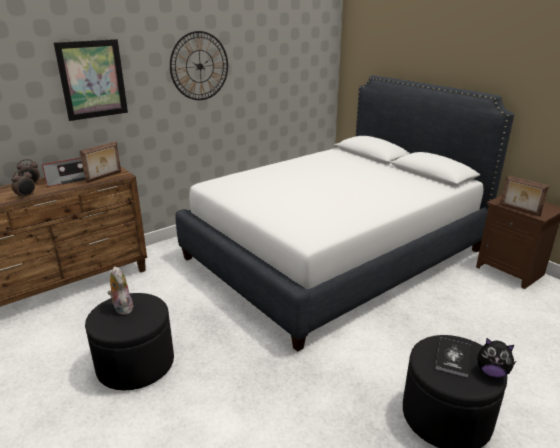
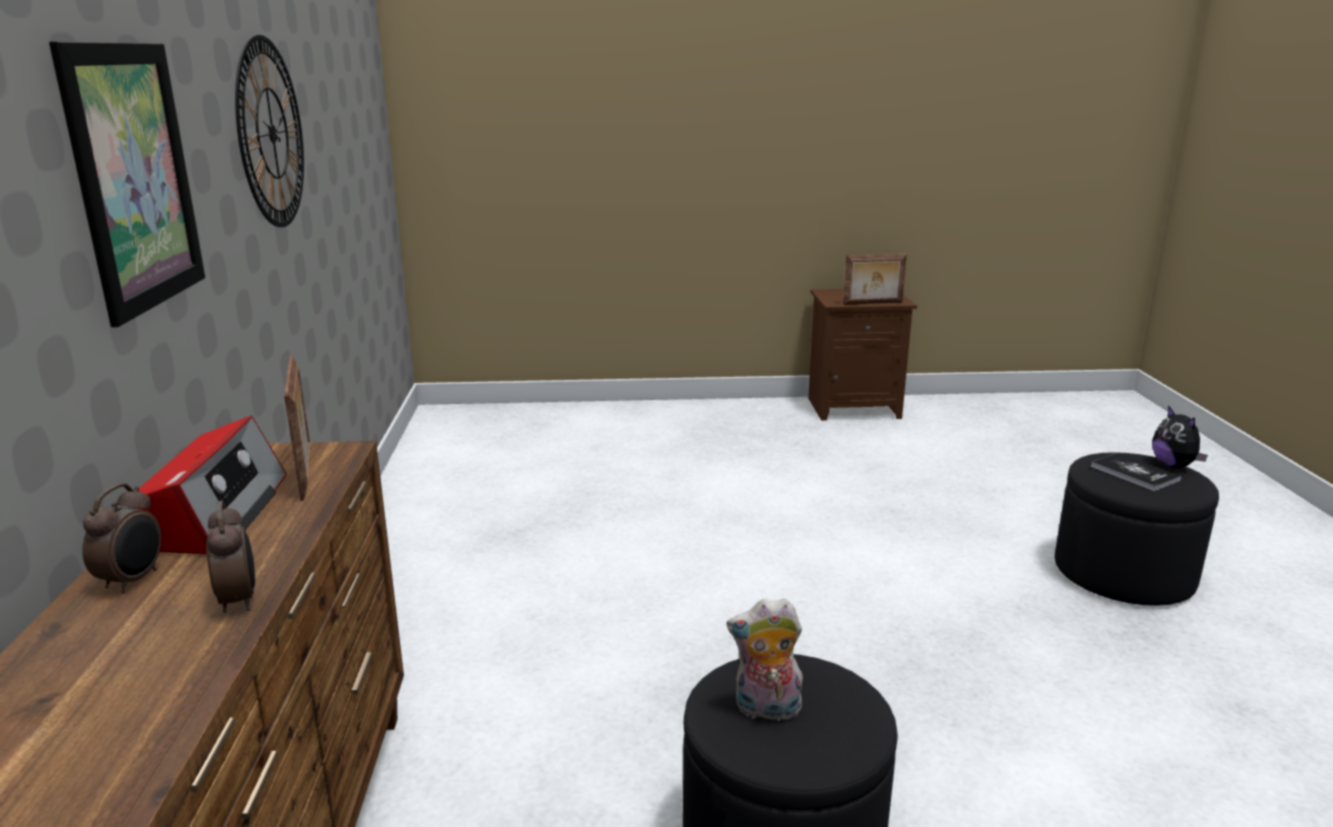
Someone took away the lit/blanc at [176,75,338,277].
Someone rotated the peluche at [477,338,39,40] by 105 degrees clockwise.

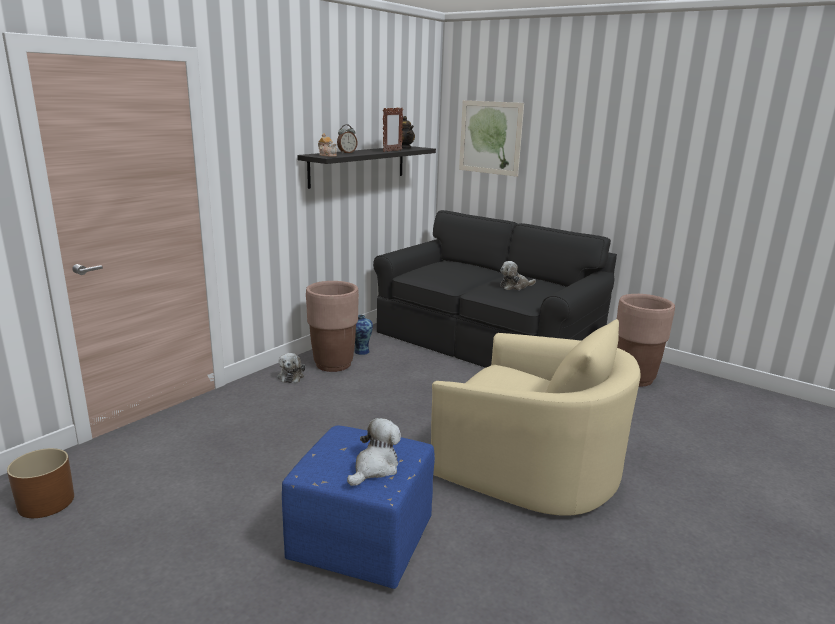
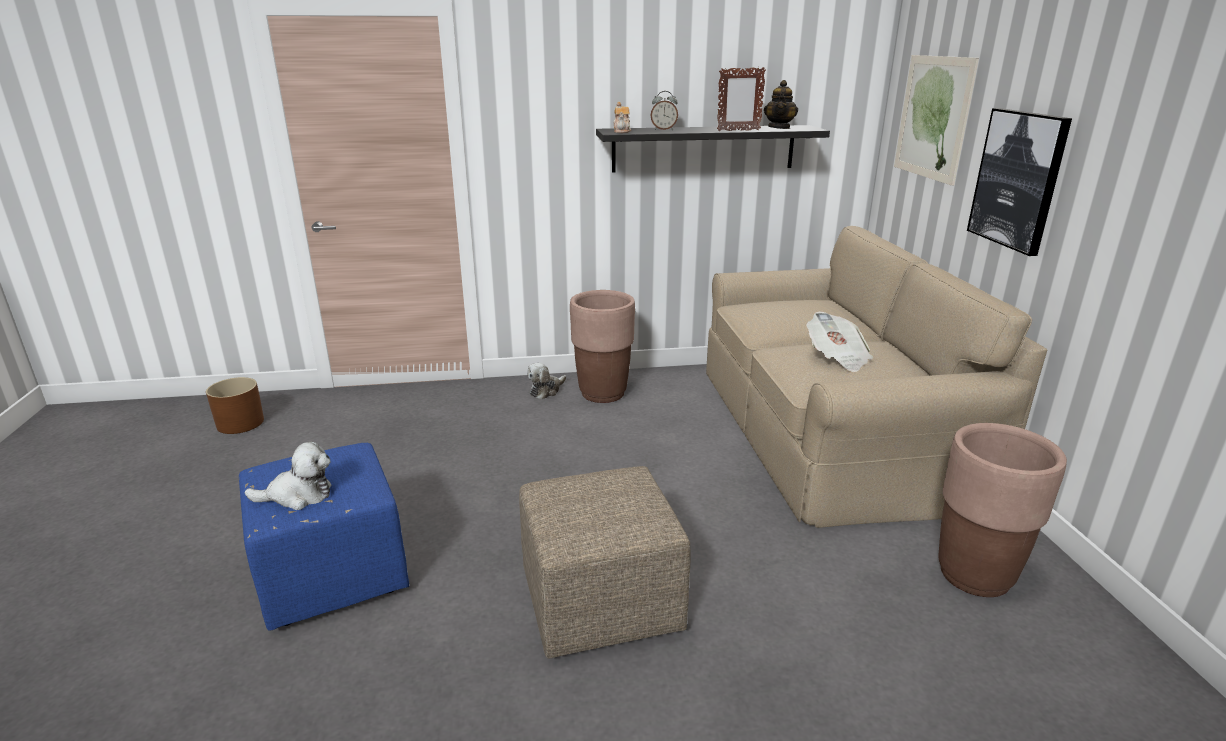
Someone repainted the canapé/noir at [373,210,244,158], which became the canapé/beige at [706,226,341,302].
Someone swapped the peluche at [500,261,36,29] for the journal at [806,311,67,61].
Someone took away the vase at [355,315,18,40].
Someone swapped the fauteuil/beige at [431,319,209,197] for the pouf/beige at [519,466,172,193].
Someone put up the tableau at [967,108,105,148].

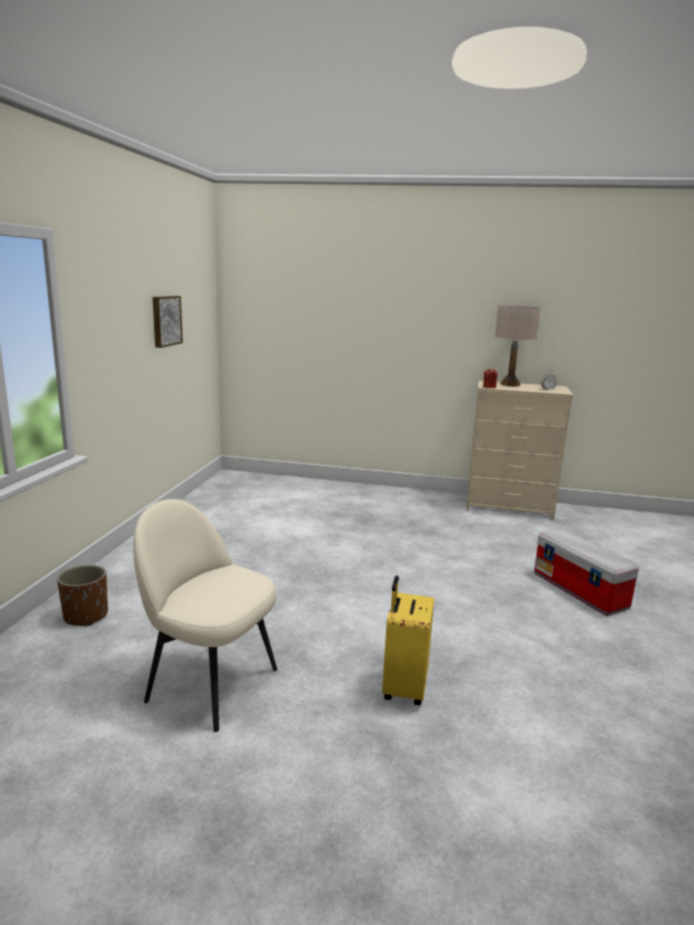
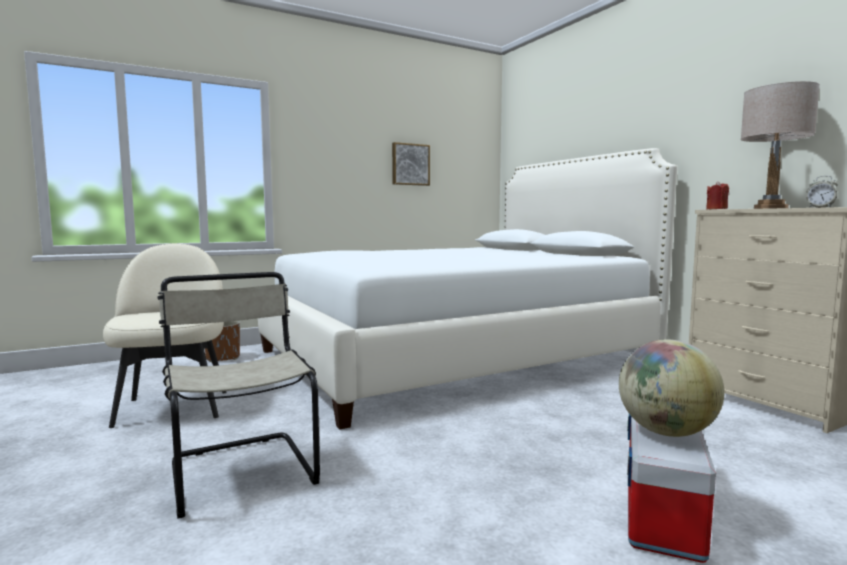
Someone swapped the valise/jaune at [382,576,52,129] for the chaise/beige at [157,272,163,246].
Someone put down the lit/blanc at [258,148,419,281].
Someone put down the globe at [619,339,105,98].

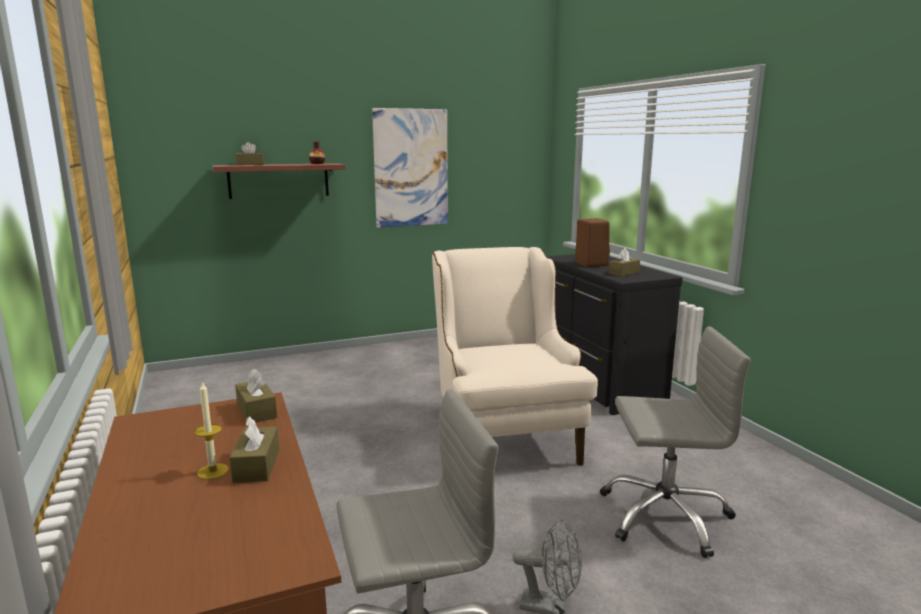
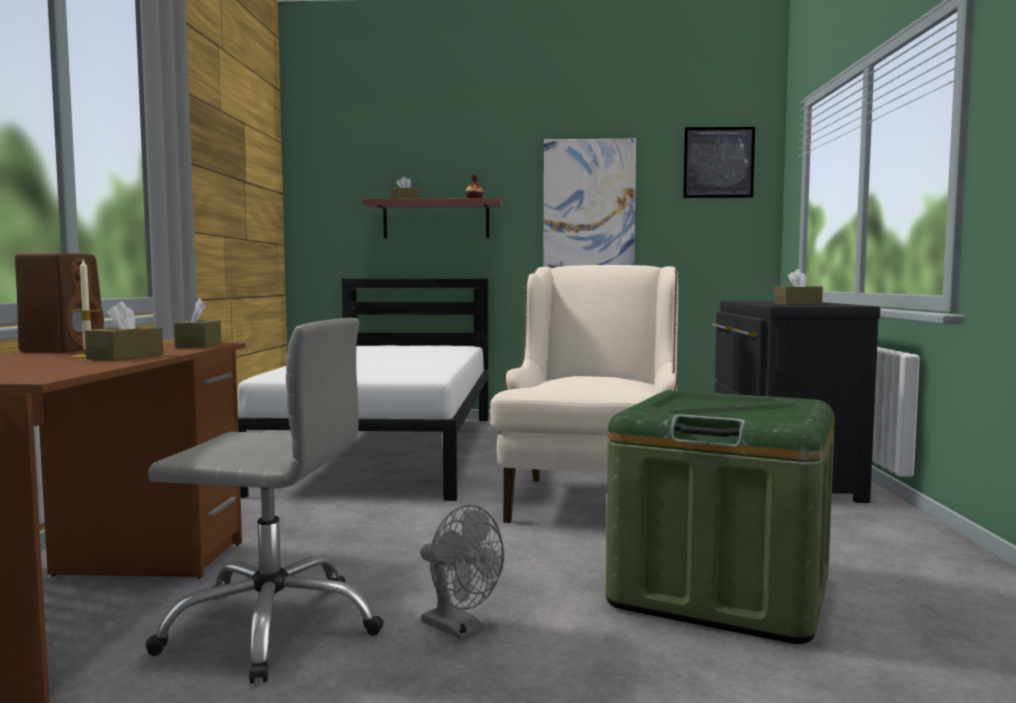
Someone carried the enceinte/marron from [575,218,35,49] to [15,253,89,99].
Someone swapped the chaise de bureau/gris at [600,326,151,232] for the boîte de rangement/vert at [606,390,229,254].
Someone put up the tableau at [683,127,72,71].
Someone put down the lit/blanc at [238,279,250,222].

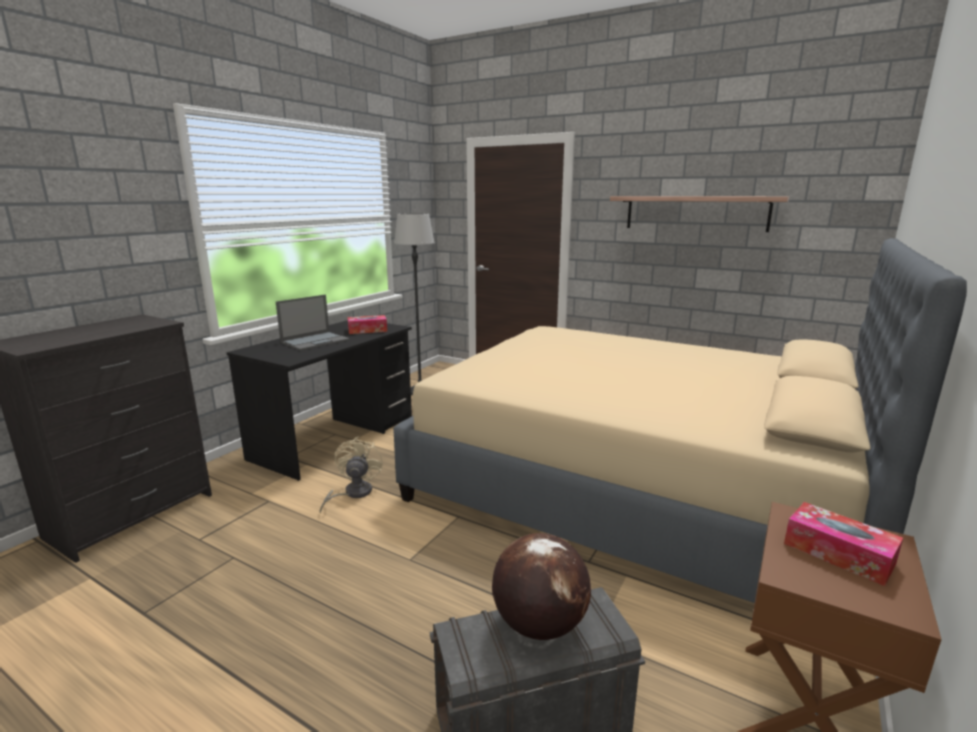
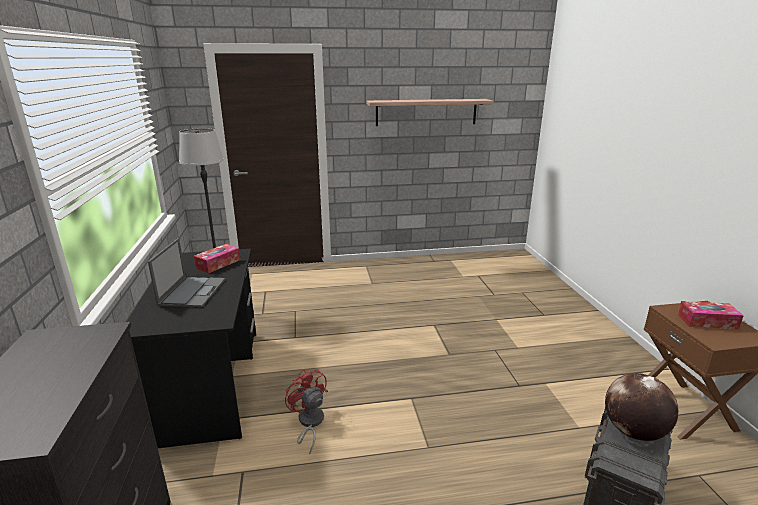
Someone took away the lit/beige at [393,238,574,365].
Someone repainted the ventilateur/beige at [320,436,63,78], which became the ventilateur/rouge at [285,369,43,86].

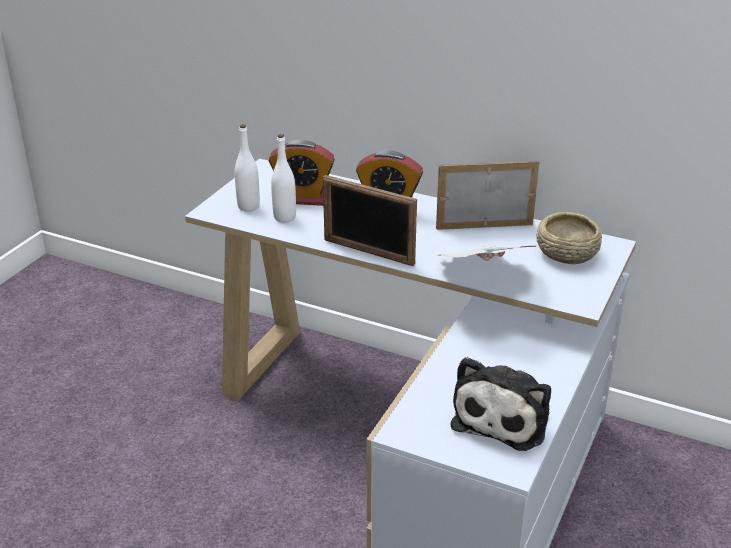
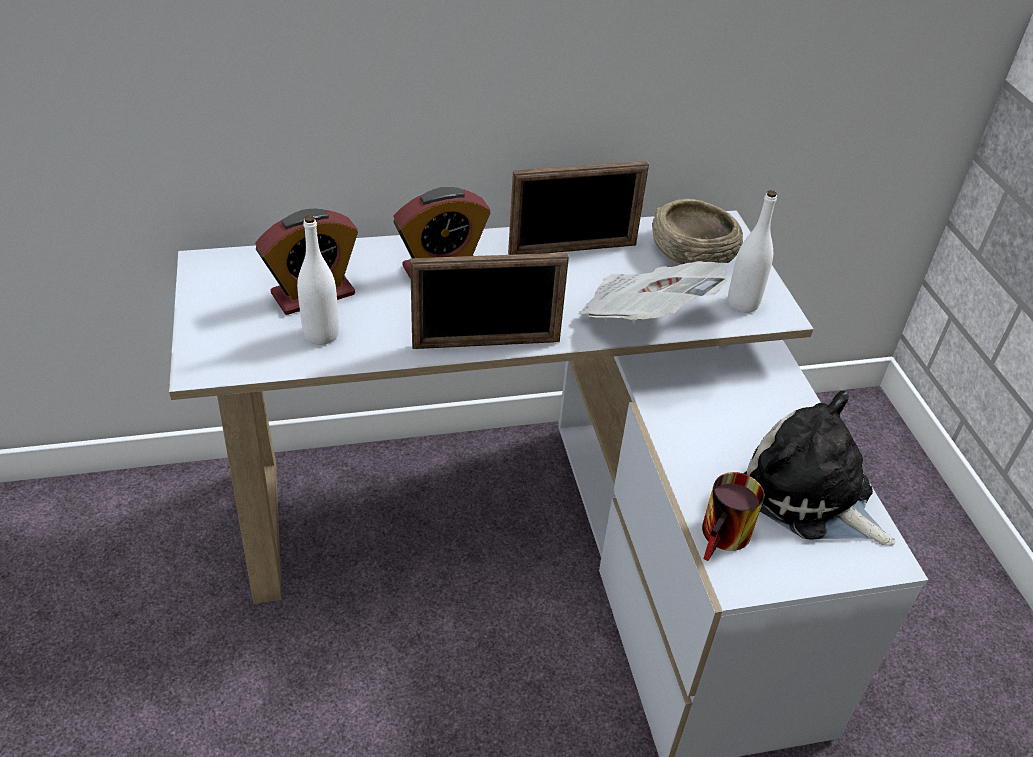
Someone carried the bouteille/blanc from [235,124,25,88] to [728,190,49,123].
Someone rotated the cadre photo at [436,161,103,69] by 150 degrees counterclockwise.
Someone rotated the peluche at [451,357,100,94] by 150 degrees clockwise.
Someone put down the mug at [702,472,62,89].

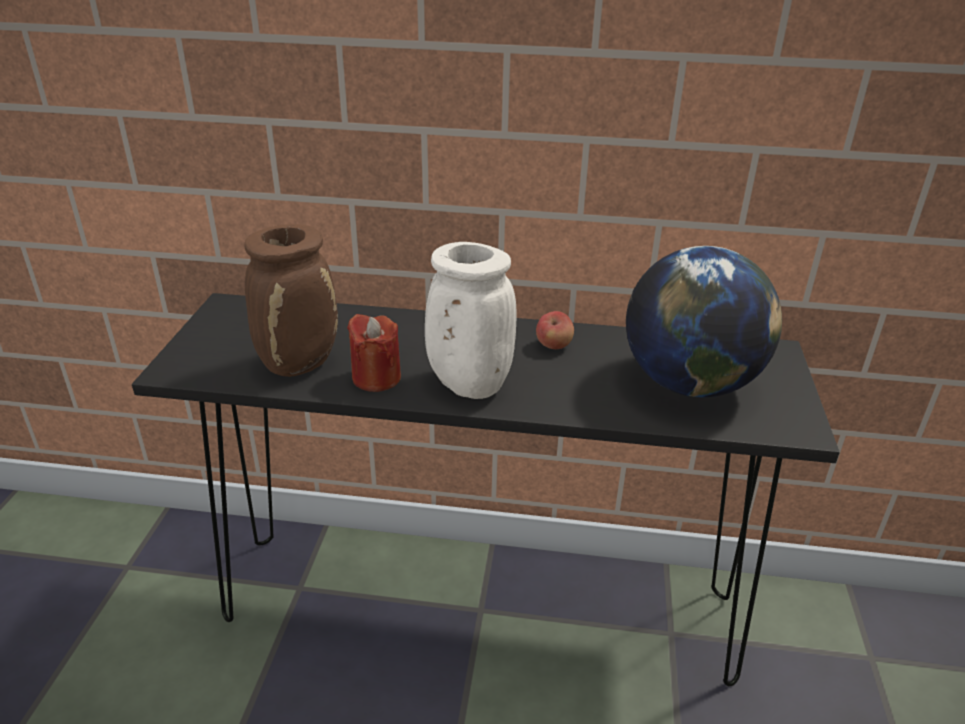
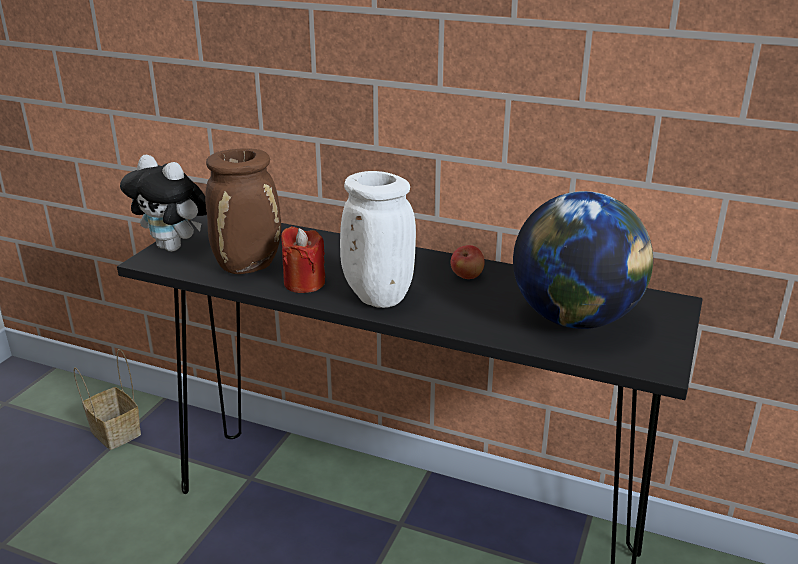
Someone put down the peluche at [120,155,87,97].
Someone put down the panier at [74,349,67,101].

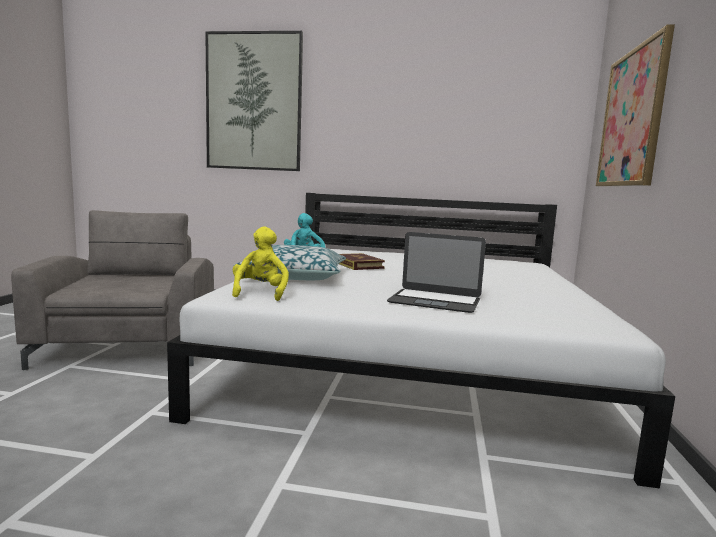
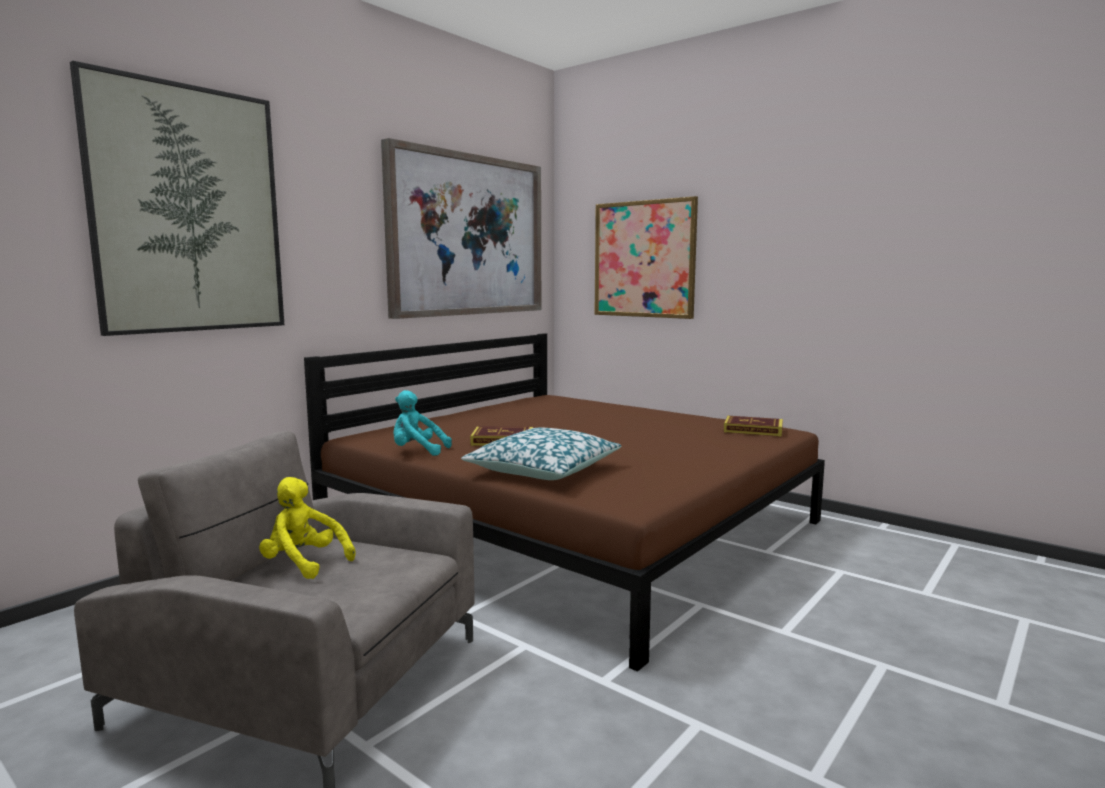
Someone repainted the lit/blanc at [167,193,508,296], which became the lit/marron at [304,333,521,339].
Someone carried the peluche/jaune from [232,226,57,75] to [259,477,96,102].
Someone took away the ordinateur portable at [387,232,99,81].
Someone put up the tableau at [381,138,160,181].
Someone put down the livre at [724,416,59,21].

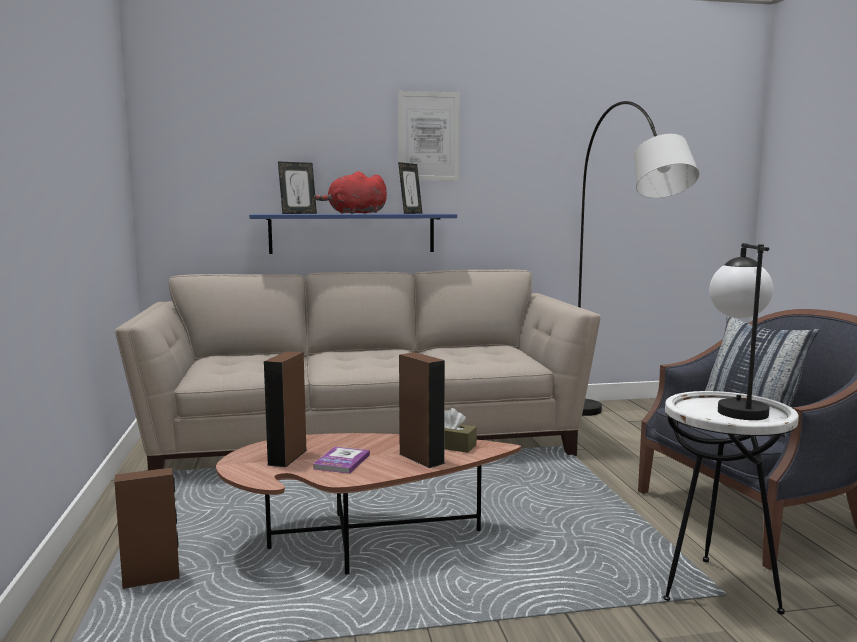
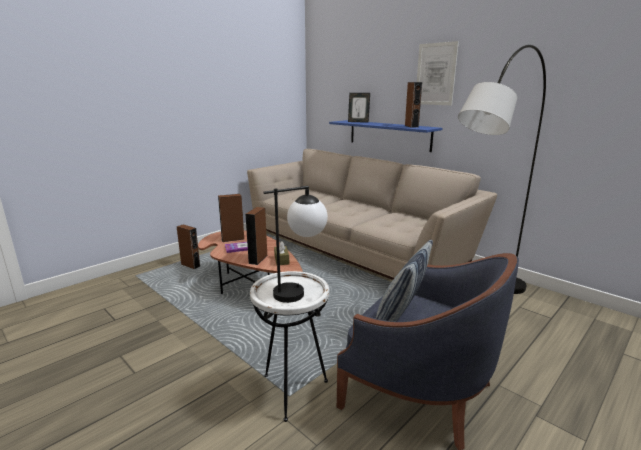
Someone swapped the cadre photo at [398,162,24,52] for the enceinte/marron at [405,82,17,46].
Someone took away the peluche/rouge at [314,171,73,43].

